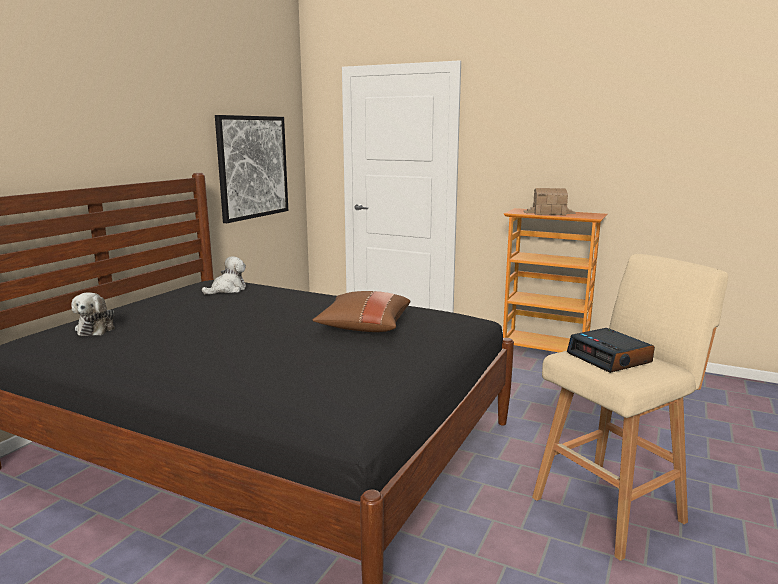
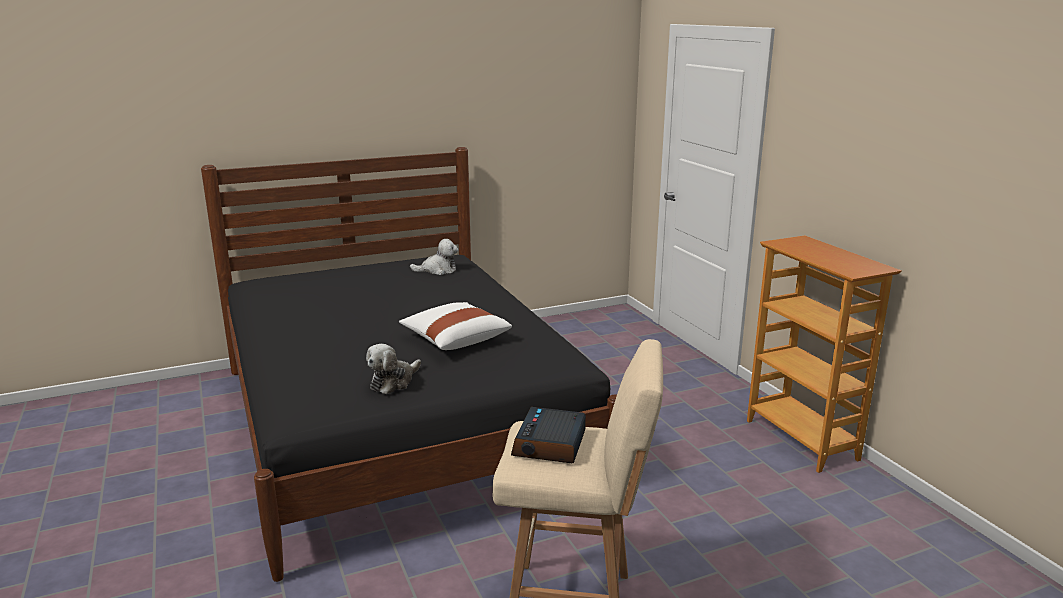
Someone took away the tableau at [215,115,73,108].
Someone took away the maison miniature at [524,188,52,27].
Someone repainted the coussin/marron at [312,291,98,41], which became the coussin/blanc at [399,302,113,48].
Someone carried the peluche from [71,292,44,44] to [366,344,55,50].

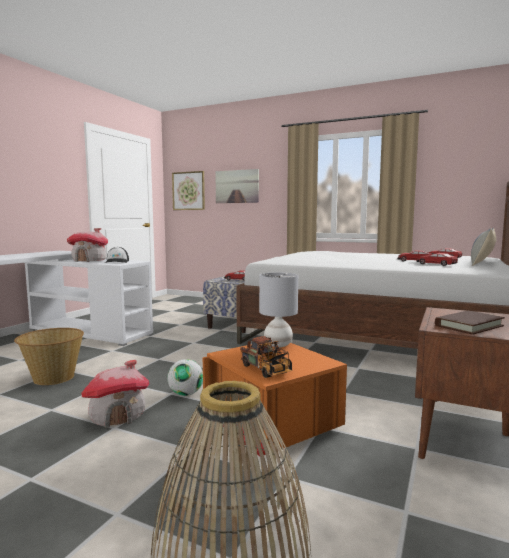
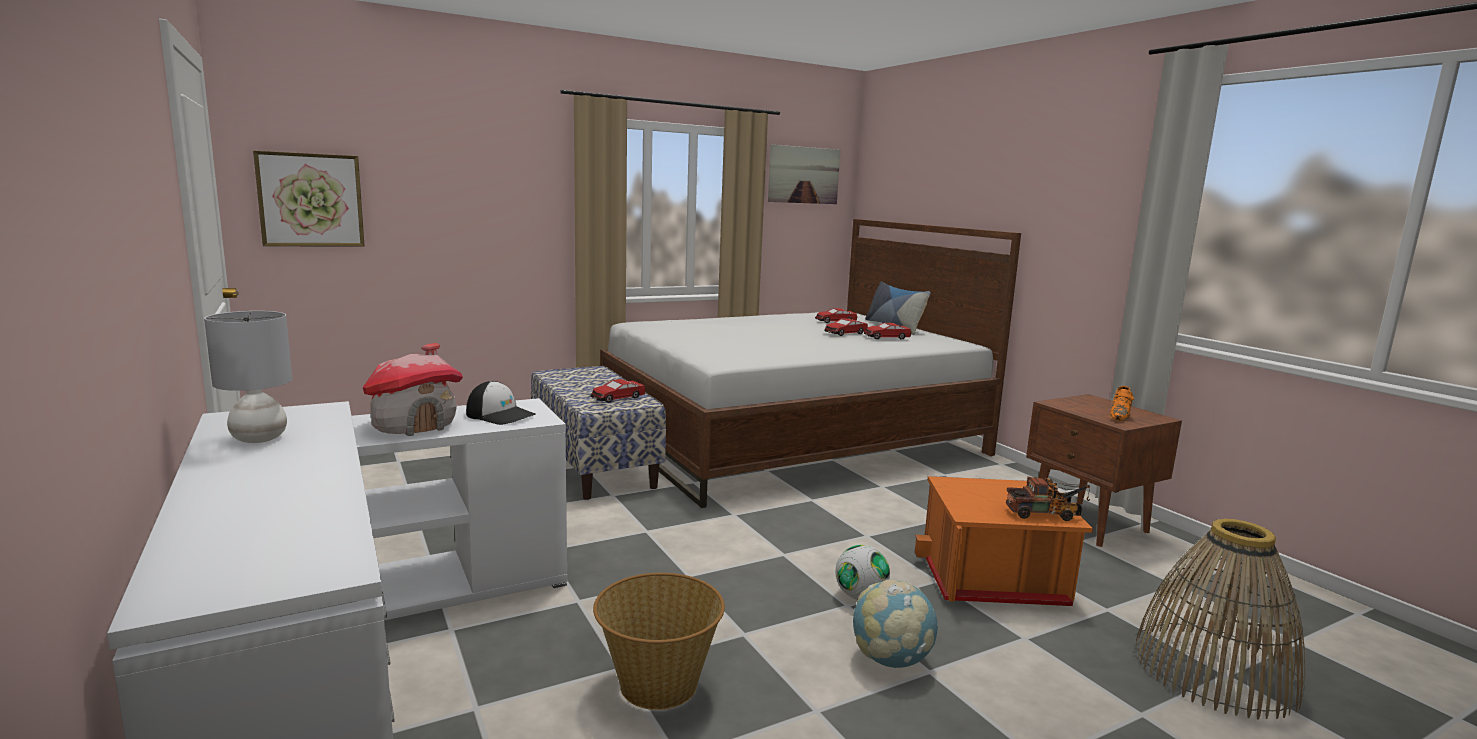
Someone carried the tableau from [215,169,44,34] to [768,145,73,59].
Someone carried the lampe de table/gris from [259,273,39,74] to [204,311,88,132].
Someone swapped the livre/marron at [435,311,70,24] for the chaussure/orange at [1109,386,25,35].
Someone swapped the maison miniature at [82,360,67,68] for the globe at [853,579,85,89].

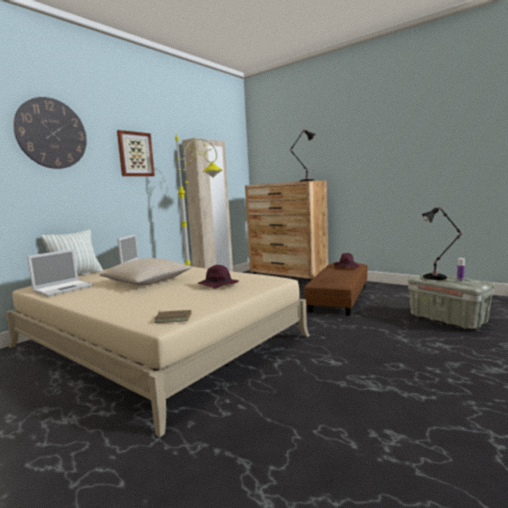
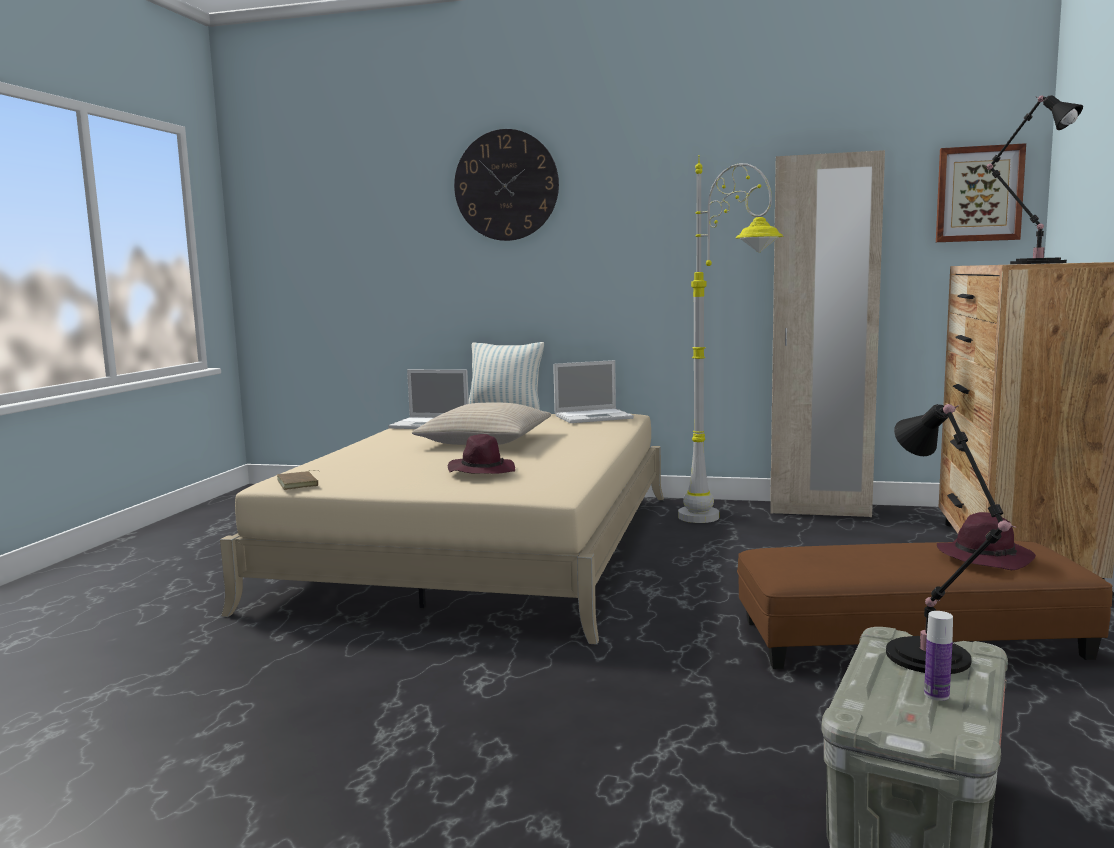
Someone carried the tableau from [117,130,38,46] to [936,143,90,99].

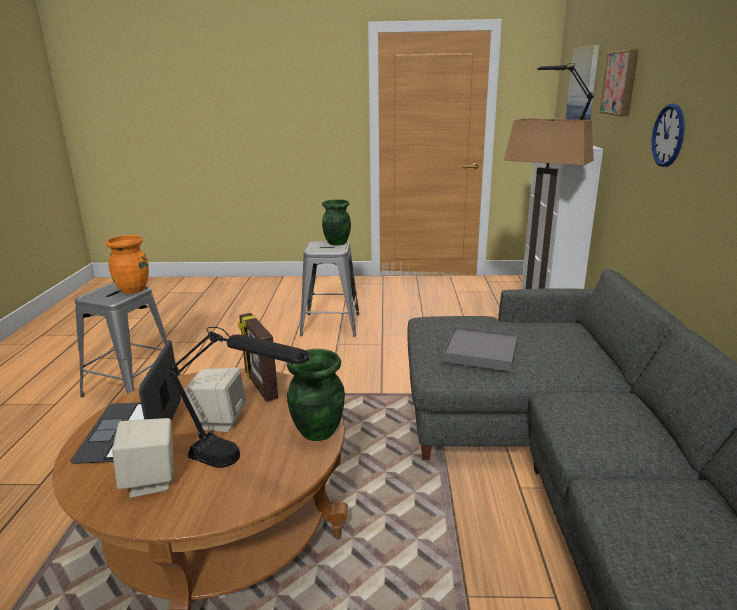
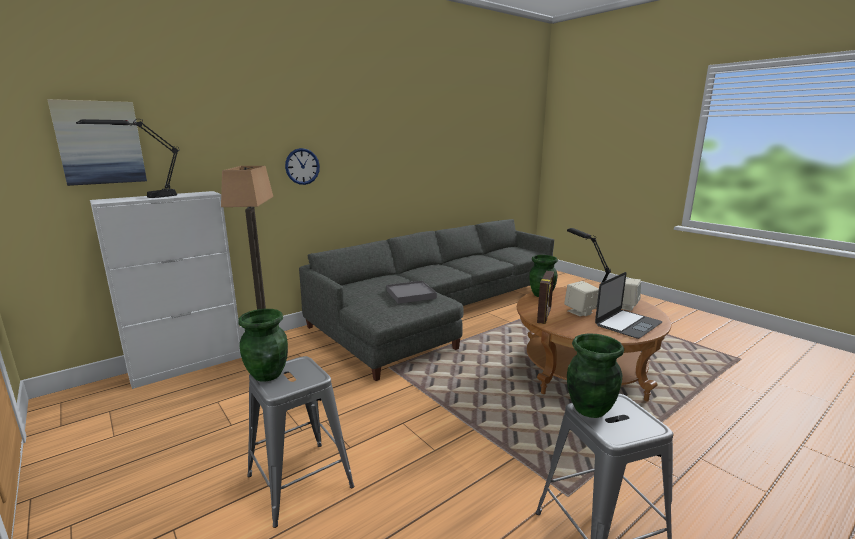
Someone took away the tableau at [600,49,39,67].
Someone repainted the vase/orange at [106,235,43,59], which became the vase/vert at [567,333,57,85].

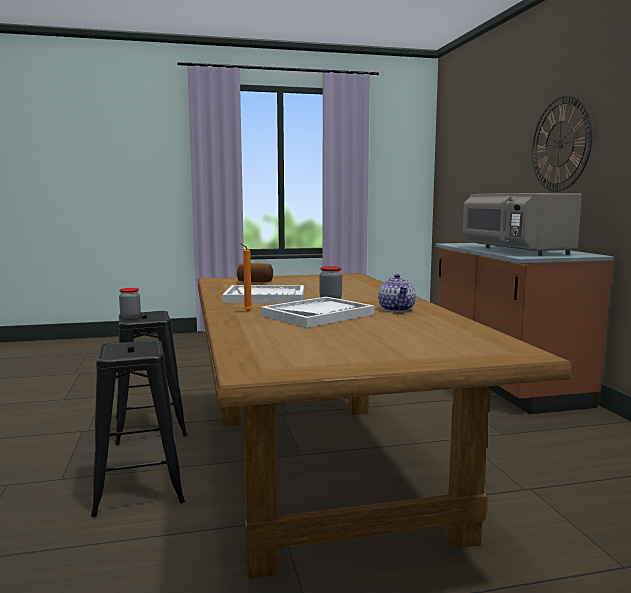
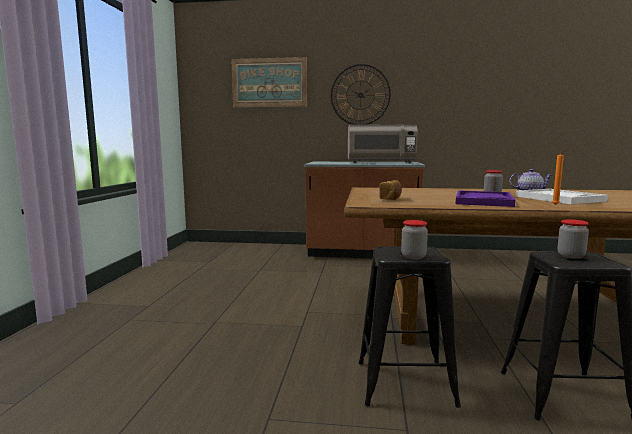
Someone repainted the plateau/blanc at [222,285,82,18], which became the plateau/violet at [456,190,59,17].
Someone put up the tableau at [231,57,76,50].
Someone put down the bocal at [558,219,31,40].

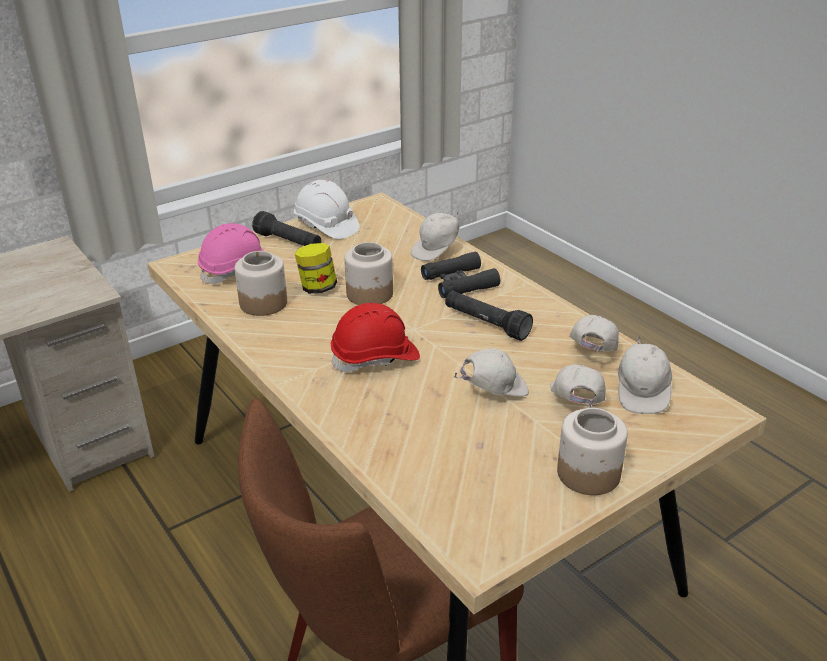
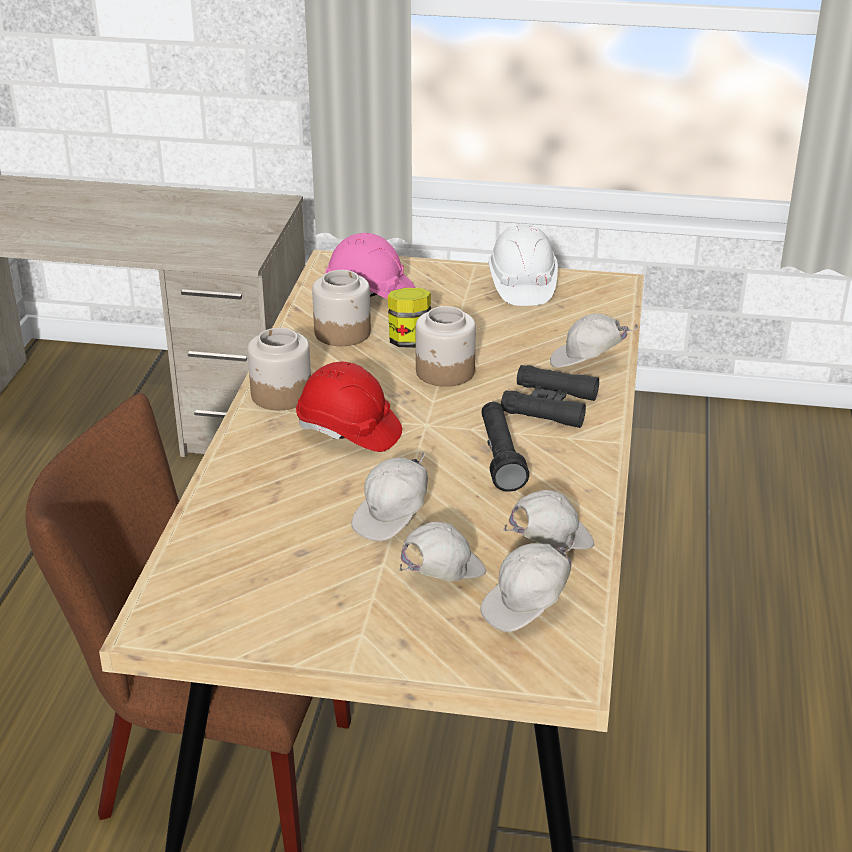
Someone took away the lampe de poche/noir at [252,211,69,35].
Someone rotated the casquette/blanc at [454,348,75,49] by 105 degrees clockwise.
Someone carried the bocal from [557,408,71,87] to [247,328,64,82].

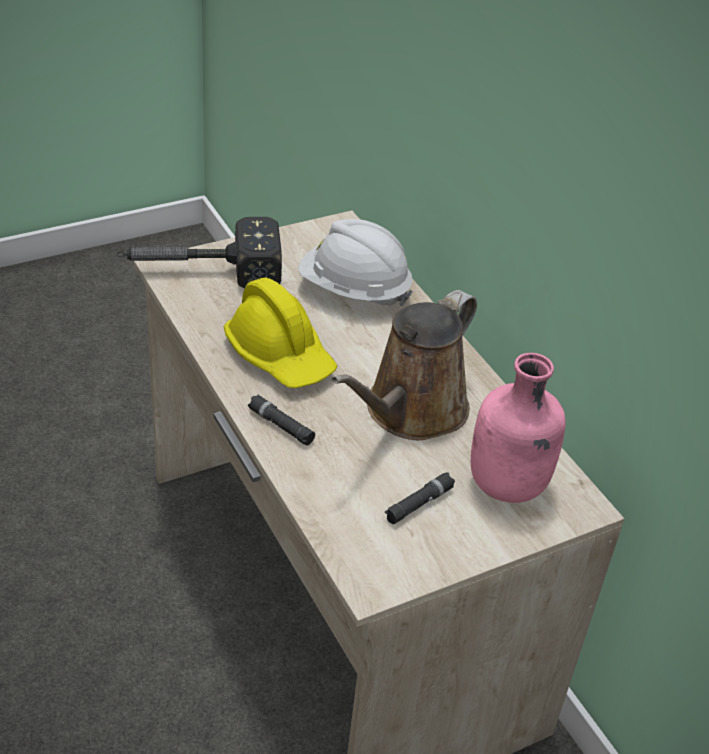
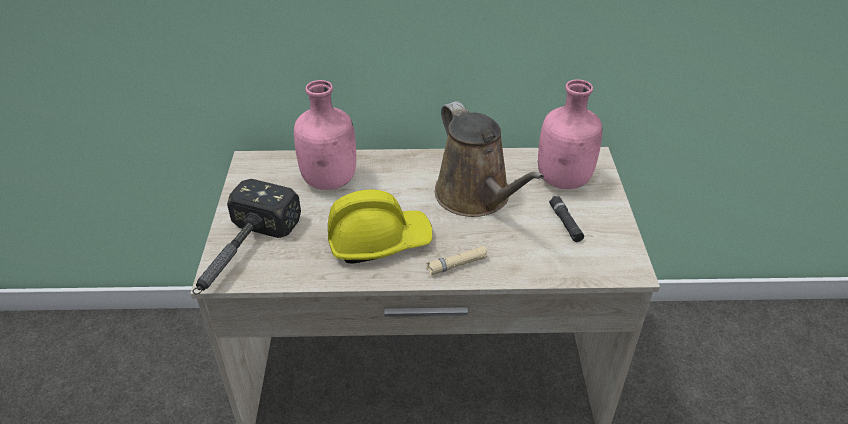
Someone swapped the casque de chantier/blanc at [298,219,115,87] for the bouteille/rose at [294,80,62,110].
Someone repainted the lampe de poche/noir at [248,394,67,52], which became the lampe de poche/beige at [426,246,62,29].

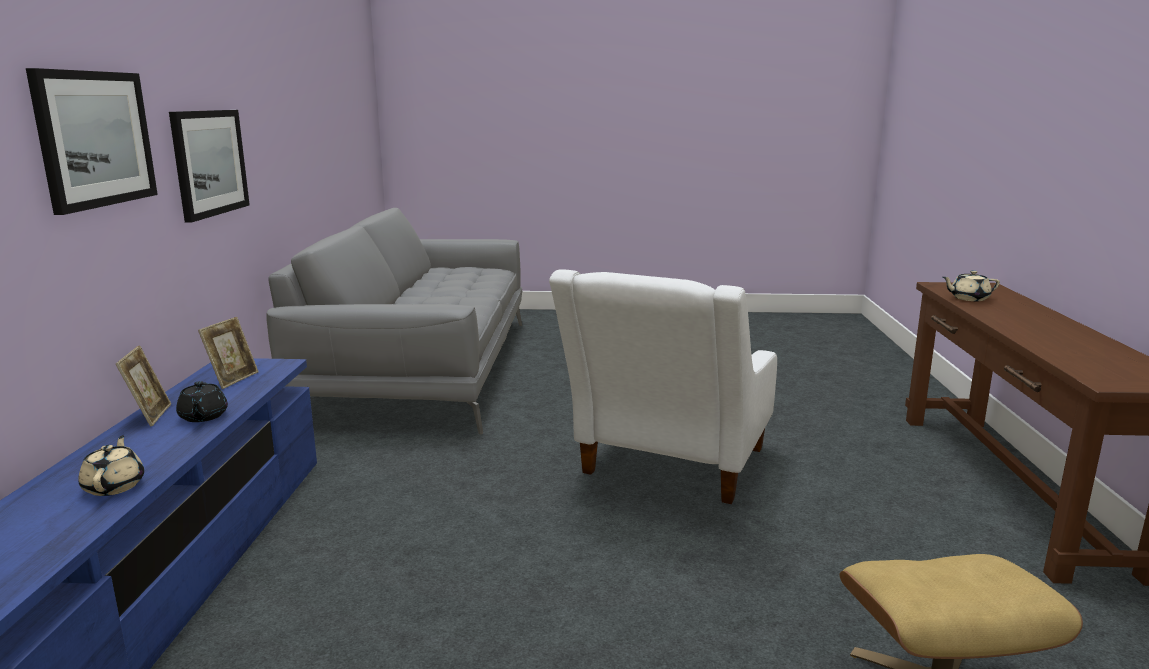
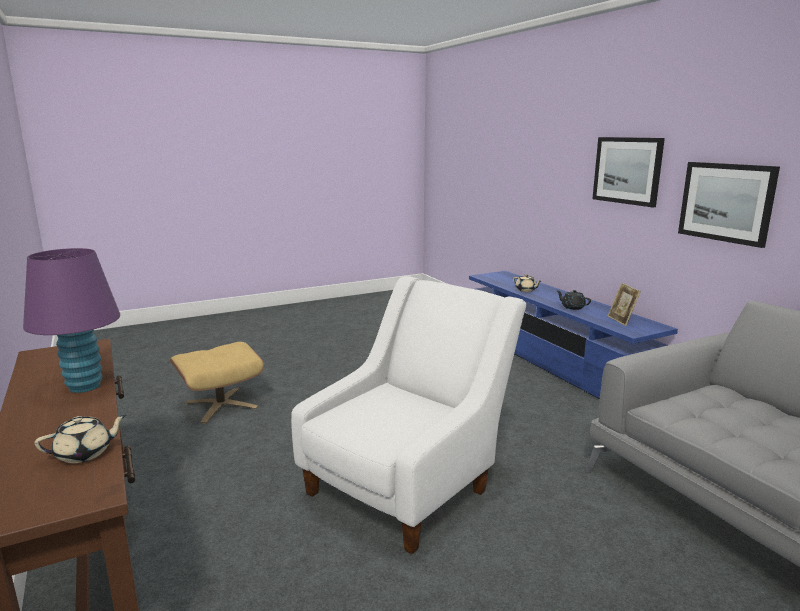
Someone rotated the fauteuil/blanc at [549,269,228,235] by 45 degrees clockwise.
Someone took away the cadre photo at [116,345,55,81].
Someone put down the lampe de table/violet at [23,248,97,145].

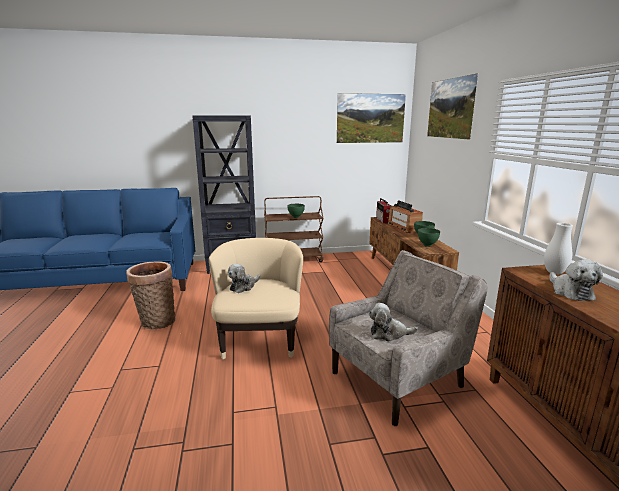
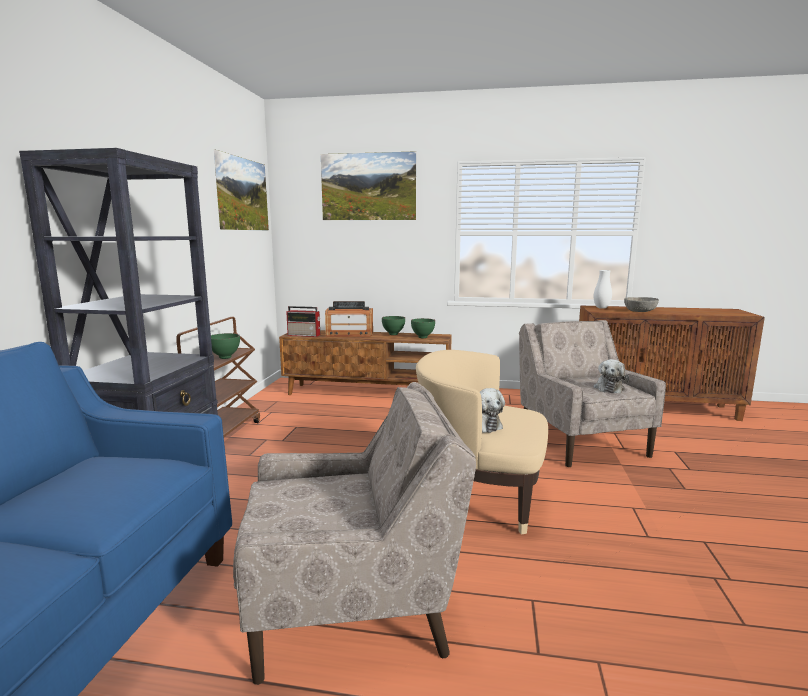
Someone swapped the peluche at [549,259,54,42] for the bol/gris at [624,297,35,15].
Someone swapped the panier at [126,261,49,68] for the fauteuil/beige at [233,382,243,303].

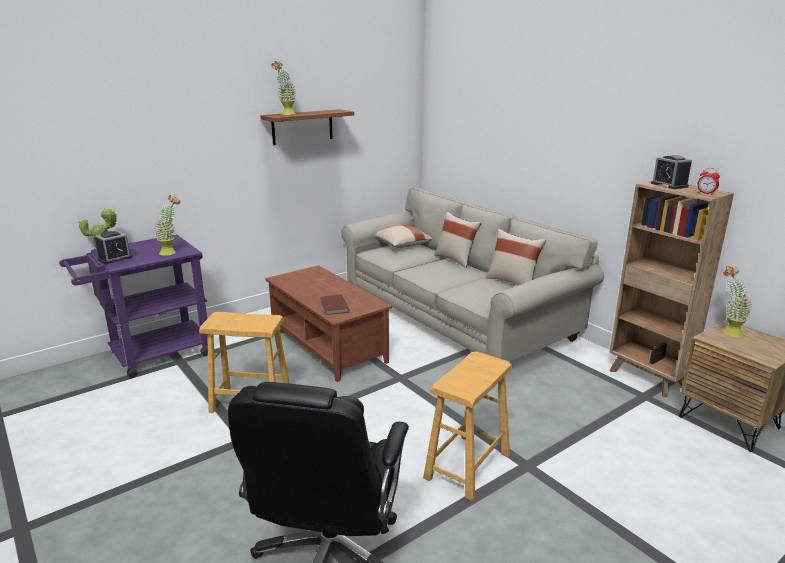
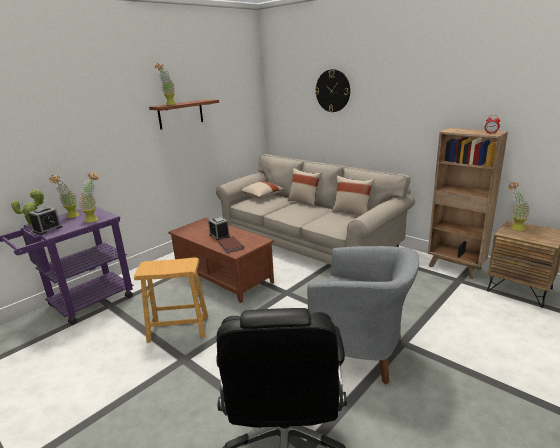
Someone carried the réveil from [651,155,41,34] to [208,217,22,23].
Someone swapped the tabouret/marron at [423,351,89,150] for the fauteuil/gris at [307,246,112,138].
Someone put up the horloge murale at [315,69,35,43].
Someone put down the plante en pot at [49,175,31,43].

